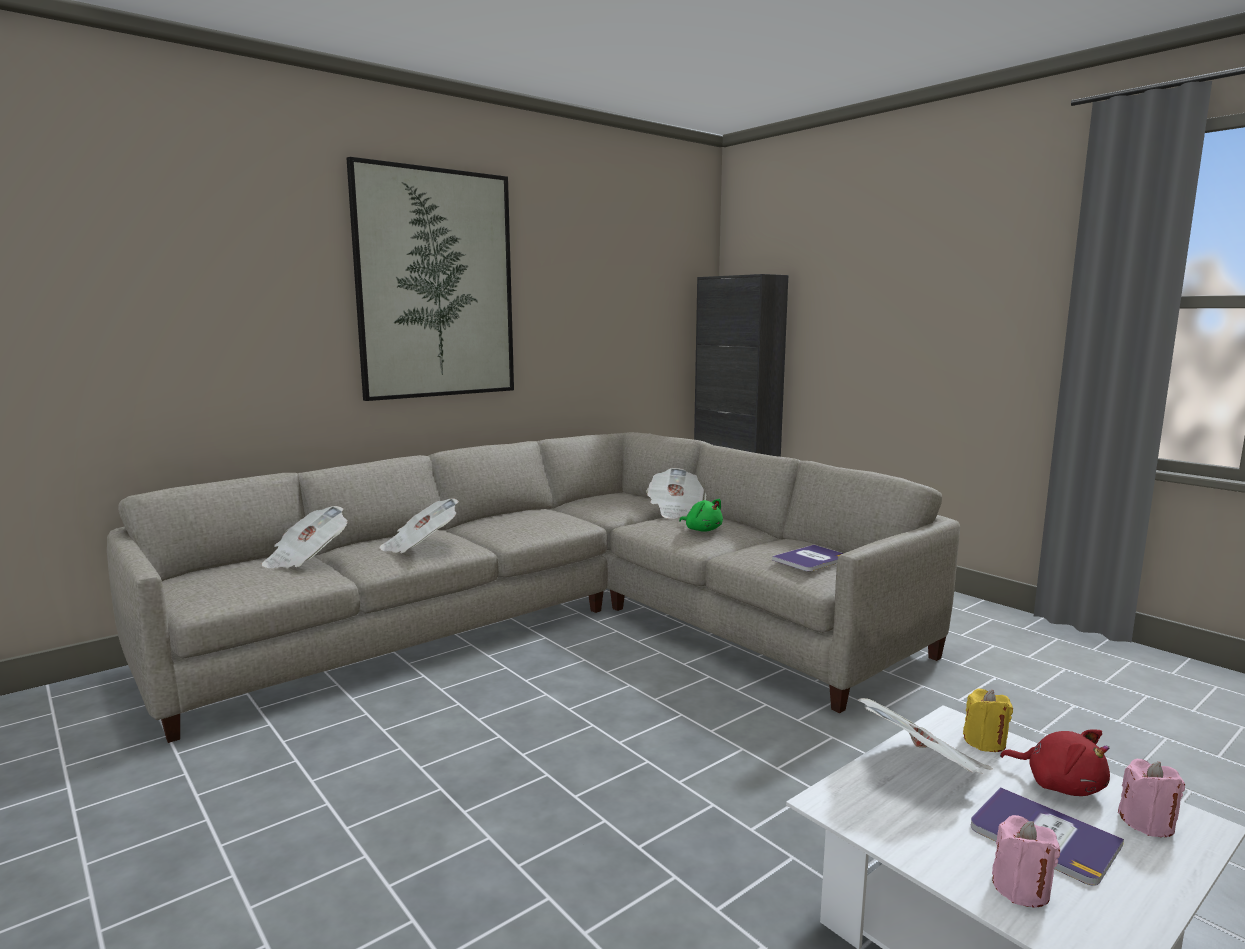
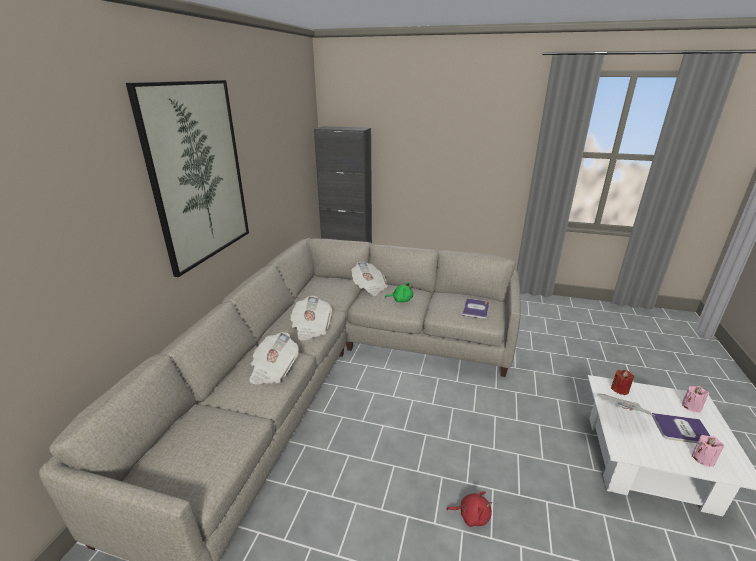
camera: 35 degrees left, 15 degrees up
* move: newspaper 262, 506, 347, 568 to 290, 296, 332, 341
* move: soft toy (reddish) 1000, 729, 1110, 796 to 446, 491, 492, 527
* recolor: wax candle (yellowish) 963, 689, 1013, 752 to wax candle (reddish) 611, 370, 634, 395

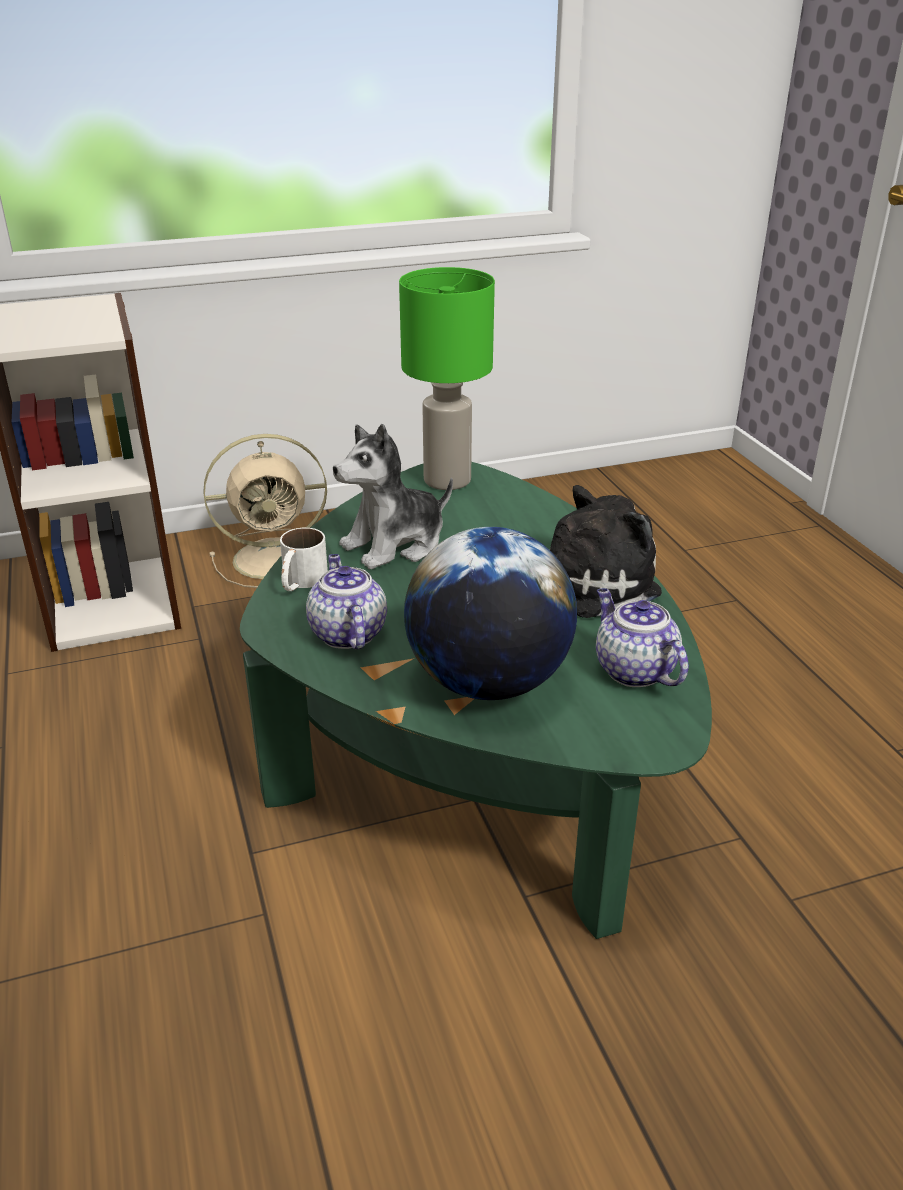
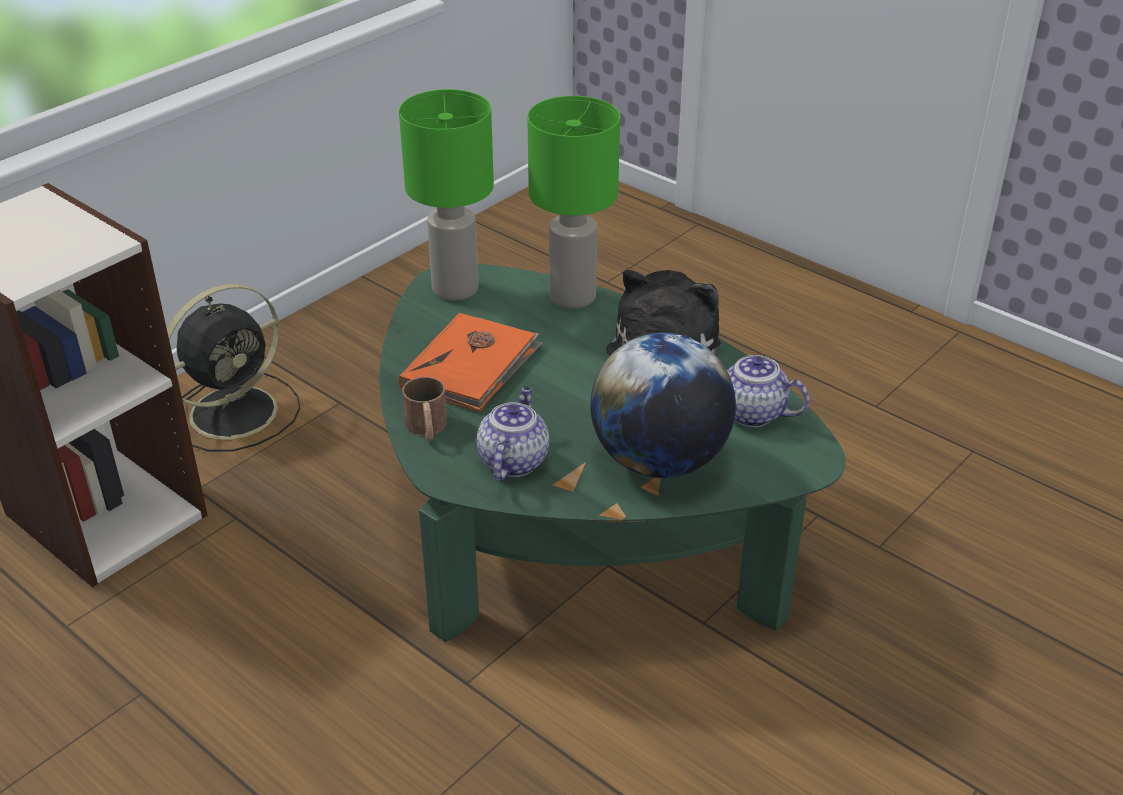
camera: 30 degrees left, 5 degrees up
* recolor: cooling fan (beige) 203, 434, 327, 588 to cooling fan (black-coloured) 167, 284, 300, 452
* replace: soft toy 333, 424, 453, 569 to volume (orangey) 399, 313, 543, 412
* recolor: coffee mug (white) 280, 528, 328, 591 to coffee mug (brown) 402, 377, 447, 441
* rotate: pot for tea 306, 554, 387, 649 = 477, 386, 549, 481 60 degrees clockwise
* insert: lamp for a table (green) 527, 96, 620, 308

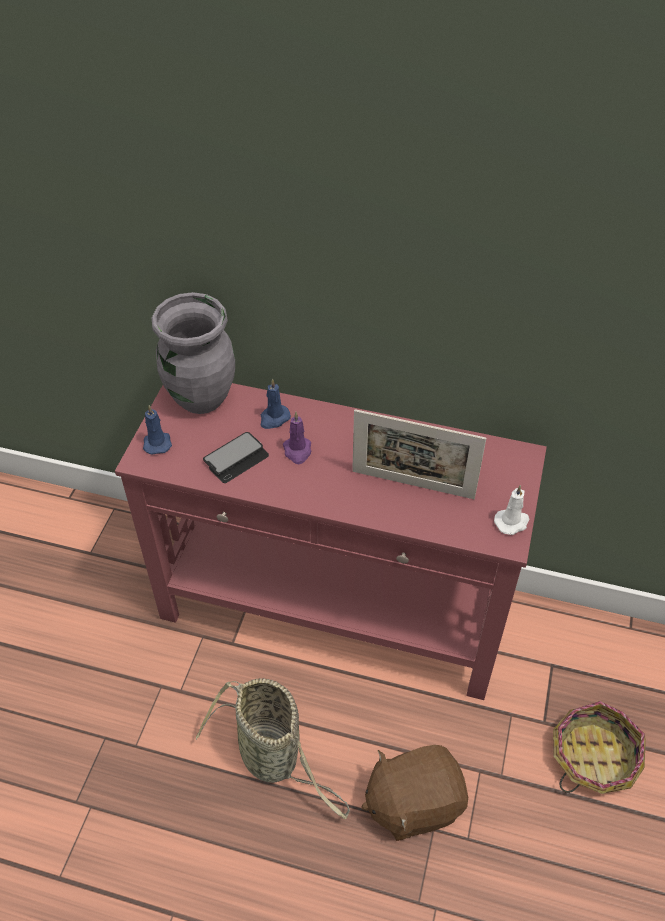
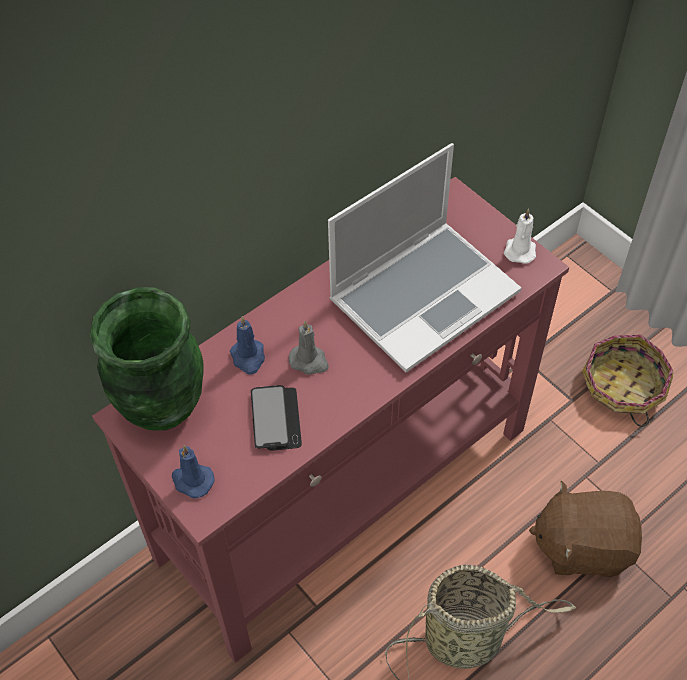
camera: 55 degrees left, 5 degrees up
* recolor: flower vase (gray) 152, 292, 235, 414 to flower vase (green) 89, 287, 204, 431
* recolor: wax candle (purple-coloured) 283, 412, 311, 464 to wax candle (gray) 289, 321, 329, 374
* replace: standing frame 352, 409, 486, 499 to portable computer 328, 143, 521, 372
* rotate: soft toy (brown) 361, 745, 468, 841 = 529, 481, 642, 577 75 degrees clockwise

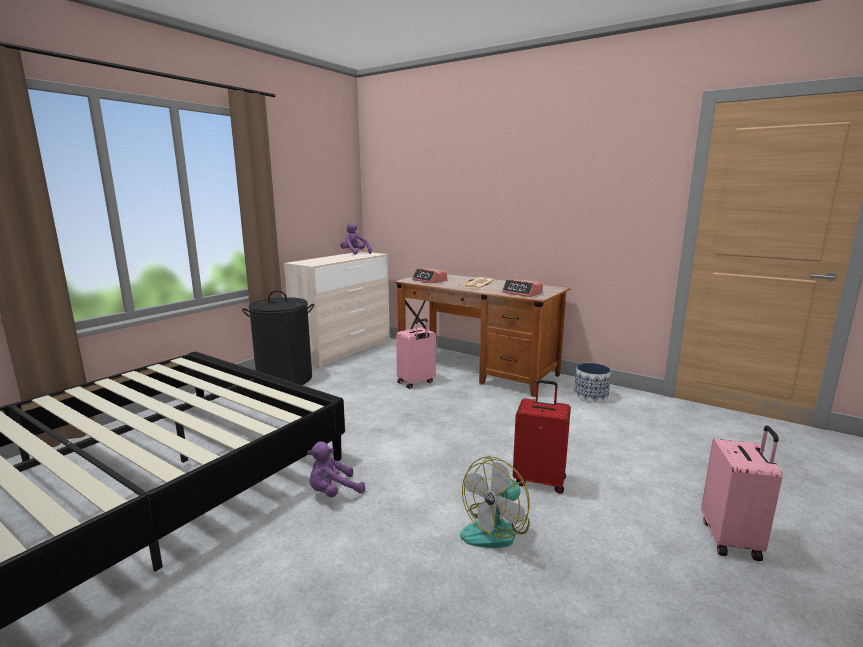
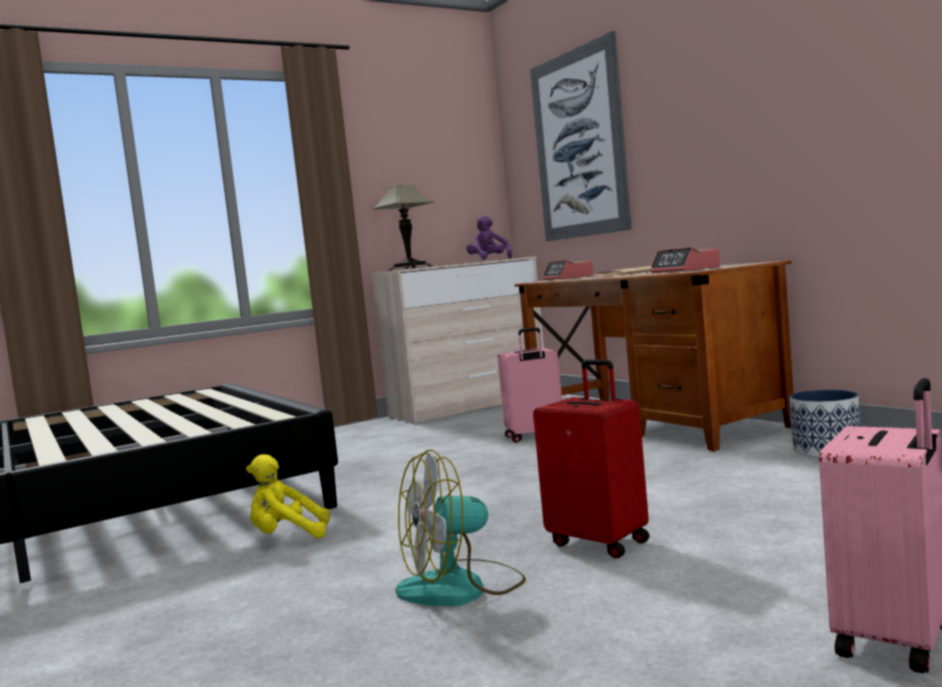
camera: 25 degrees right, 10 degrees down
* recolor: soft toy (purple-coloured) 307, 442, 365, 497 to soft toy (yellowish) 246, 454, 330, 538
* insert: lamp for a table 373, 185, 434, 271
* insert: picture 530, 31, 632, 241
* delete: hamper (black-coloured) 242, 290, 315, 385

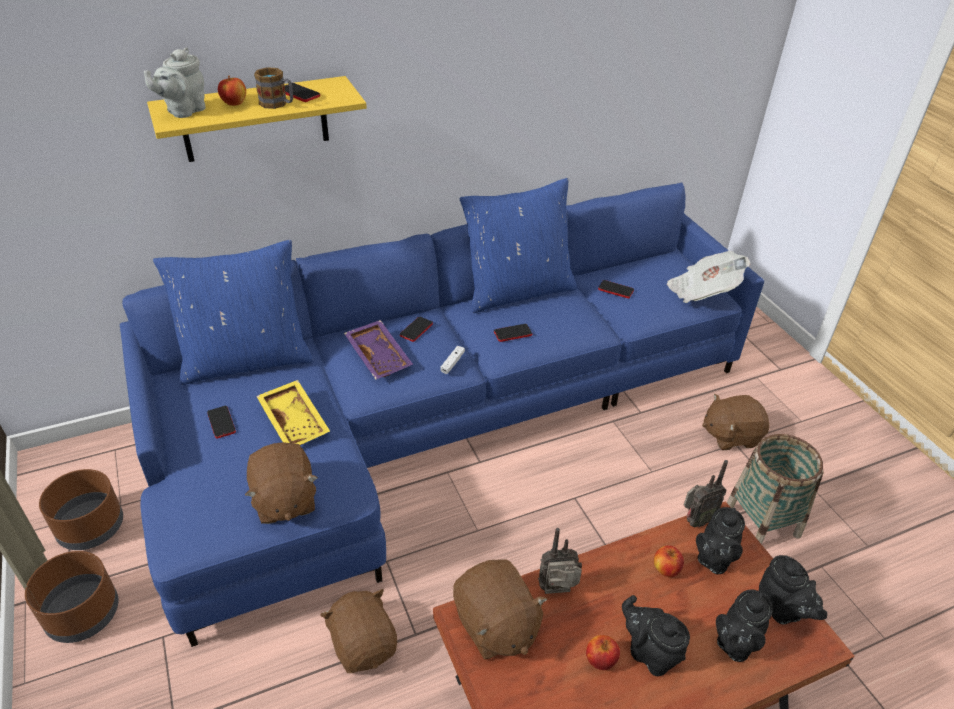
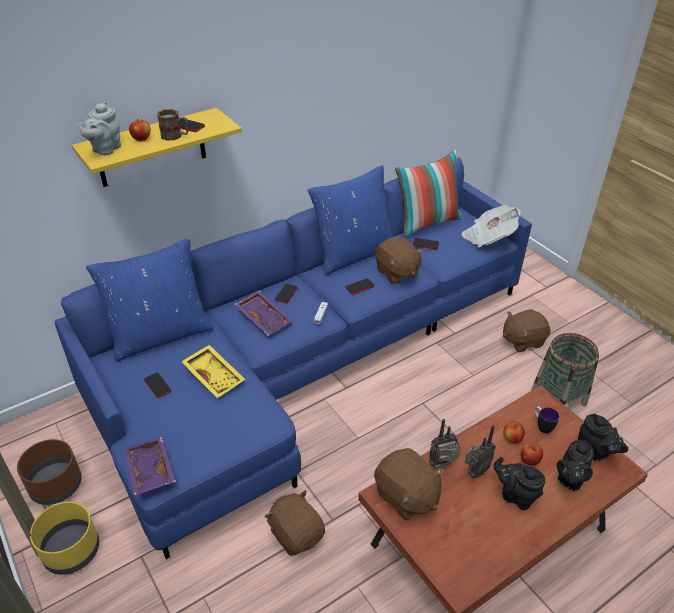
camera: 10 degrees left, 0 degrees up
* recolor: flower pot (brown) 25, 551, 119, 643 to flower pot (yellowish) 30, 502, 99, 575
* insert: serving tray (purple-coloured) 123, 437, 176, 495
* move: soft toy (brown) 245, 442, 318, 524 to 375, 237, 424, 284
* insert: pillow 395, 150, 463, 237
* move: radio receiver 684, 460, 728, 527 to 465, 425, 496, 478
* move: apple fruit 586, 635, 620, 670 to 521, 443, 543, 466
* replace: pot for tea (black-coloured) 696, 507, 745, 574 to coffee mug 535, 406, 559, 434

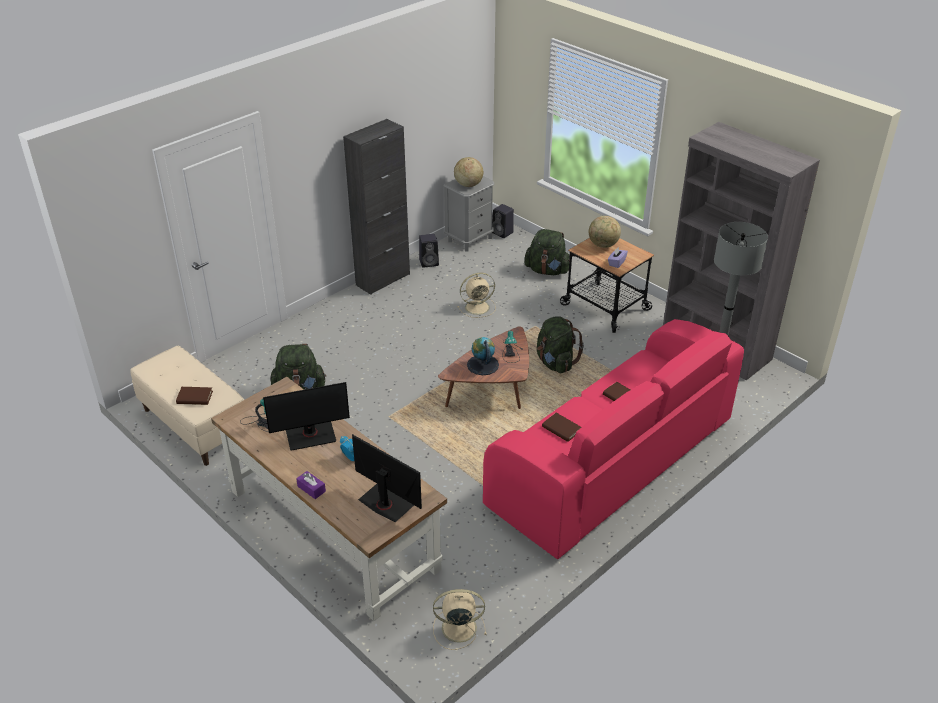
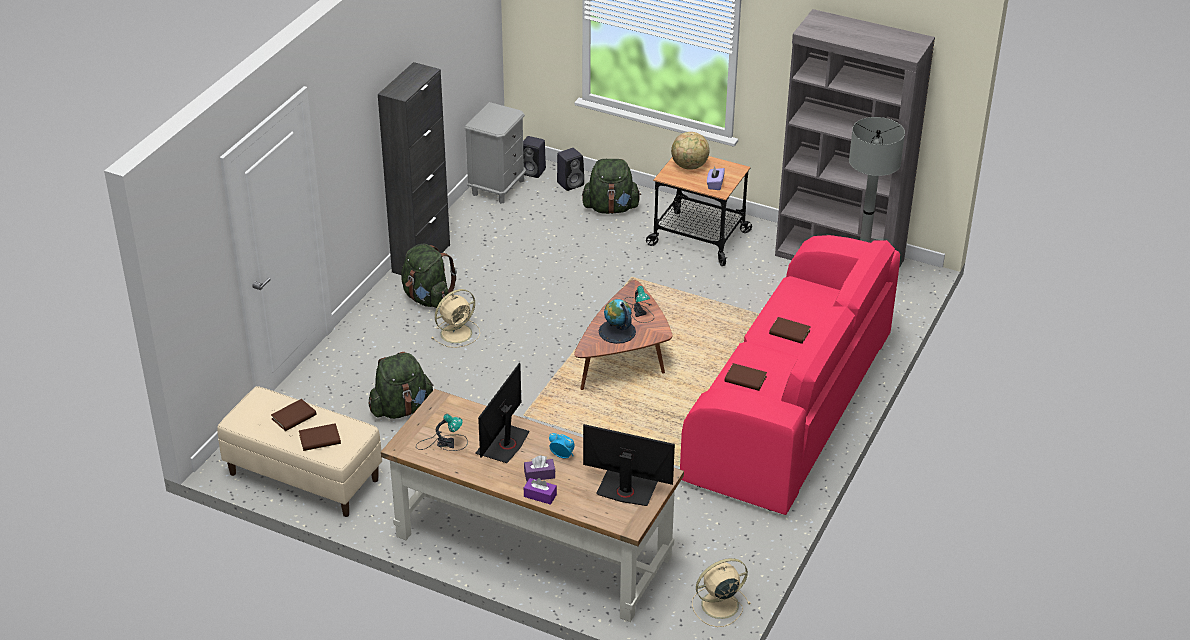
camera: 20 degrees left, 0 degrees up
* insert: volume (brown) 271, 399, 316, 431
* move: backpack (green) 537, 316, 584, 374 to 401, 244, 457, 308
* move: cooling fan (beige) 457, 273, 496, 318 to 431, 289, 480, 348
* rotate: monitor 263, 382, 350, 451 = 476, 363, 530, 463 150 degrees clockwise
* insert: tissue box (purple-coloured) 524, 455, 555, 482
* move: loudspeaker (black-coloured) 419, 234, 439, 268 to 557, 148, 584, 191
* delete: globe 454, 157, 483, 187

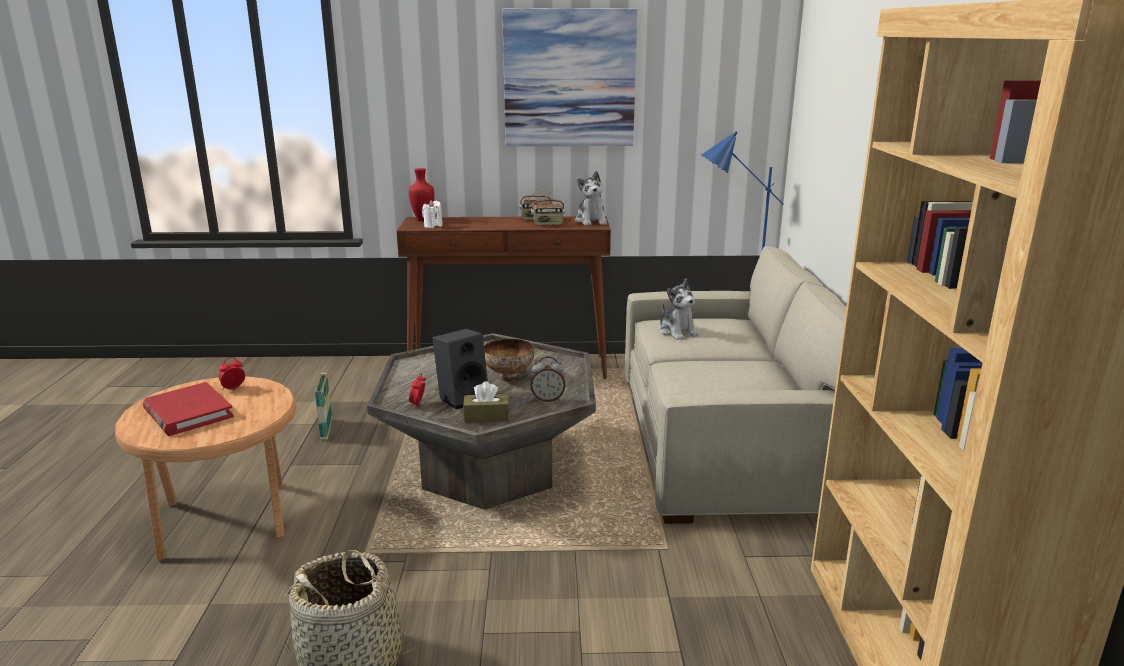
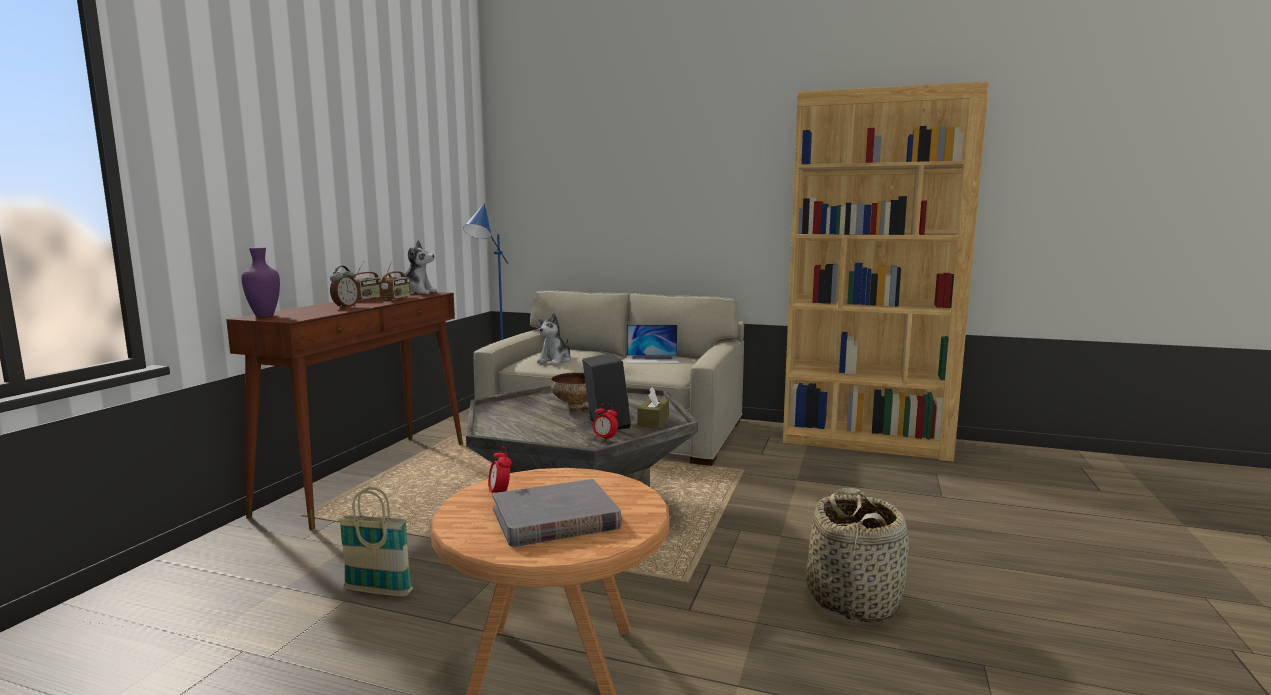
camera: 70 degrees left, 10 degrees down
* recolor: flower vase (reddish) 409, 168, 434, 221 to flower vase (purple-coloured) 241, 247, 280, 317
* move: table clock 531, 356, 565, 402 to 330, 266, 360, 308
* recolor: volume (reddish) 143, 382, 234, 436 to volume (gray) 493, 479, 622, 547
* rotate: soft toy 659, 278, 699, 340 = 537, 313, 571, 365 120 degrees clockwise
* insert: portable computer 626, 325, 679, 363
* delete: wax candle (white) 422, 200, 443, 228
* delete: picture 502, 8, 638, 146

